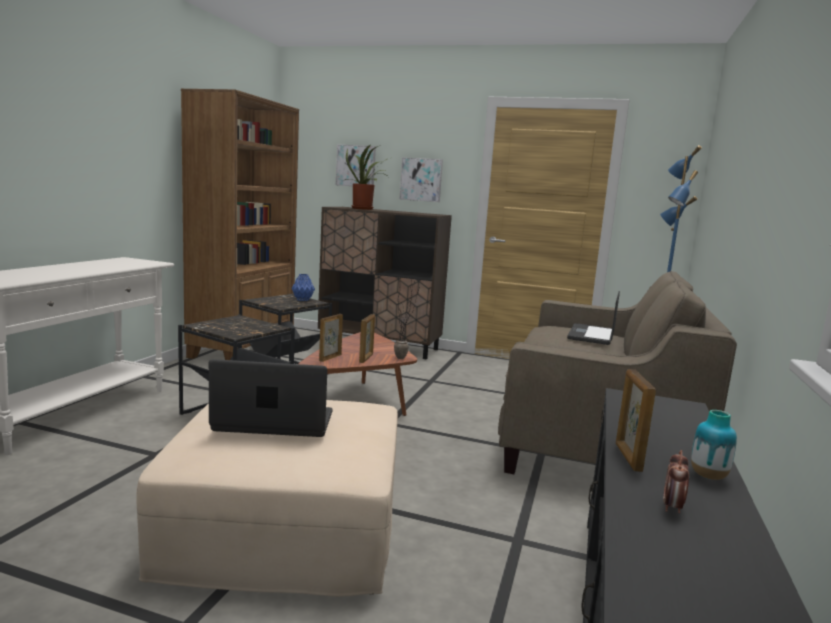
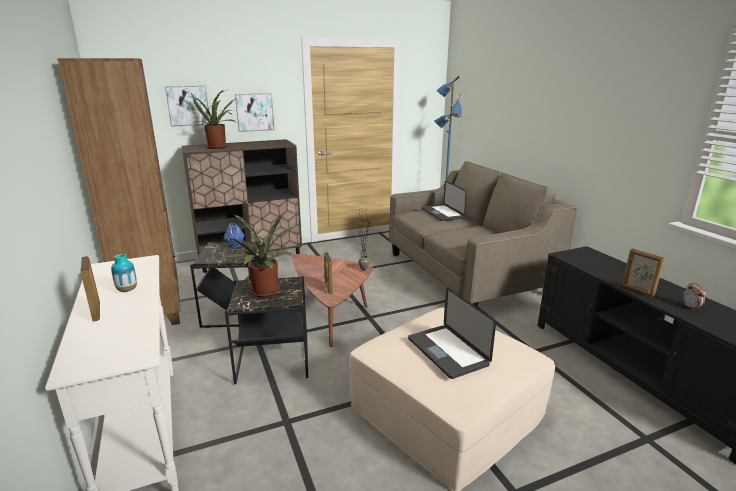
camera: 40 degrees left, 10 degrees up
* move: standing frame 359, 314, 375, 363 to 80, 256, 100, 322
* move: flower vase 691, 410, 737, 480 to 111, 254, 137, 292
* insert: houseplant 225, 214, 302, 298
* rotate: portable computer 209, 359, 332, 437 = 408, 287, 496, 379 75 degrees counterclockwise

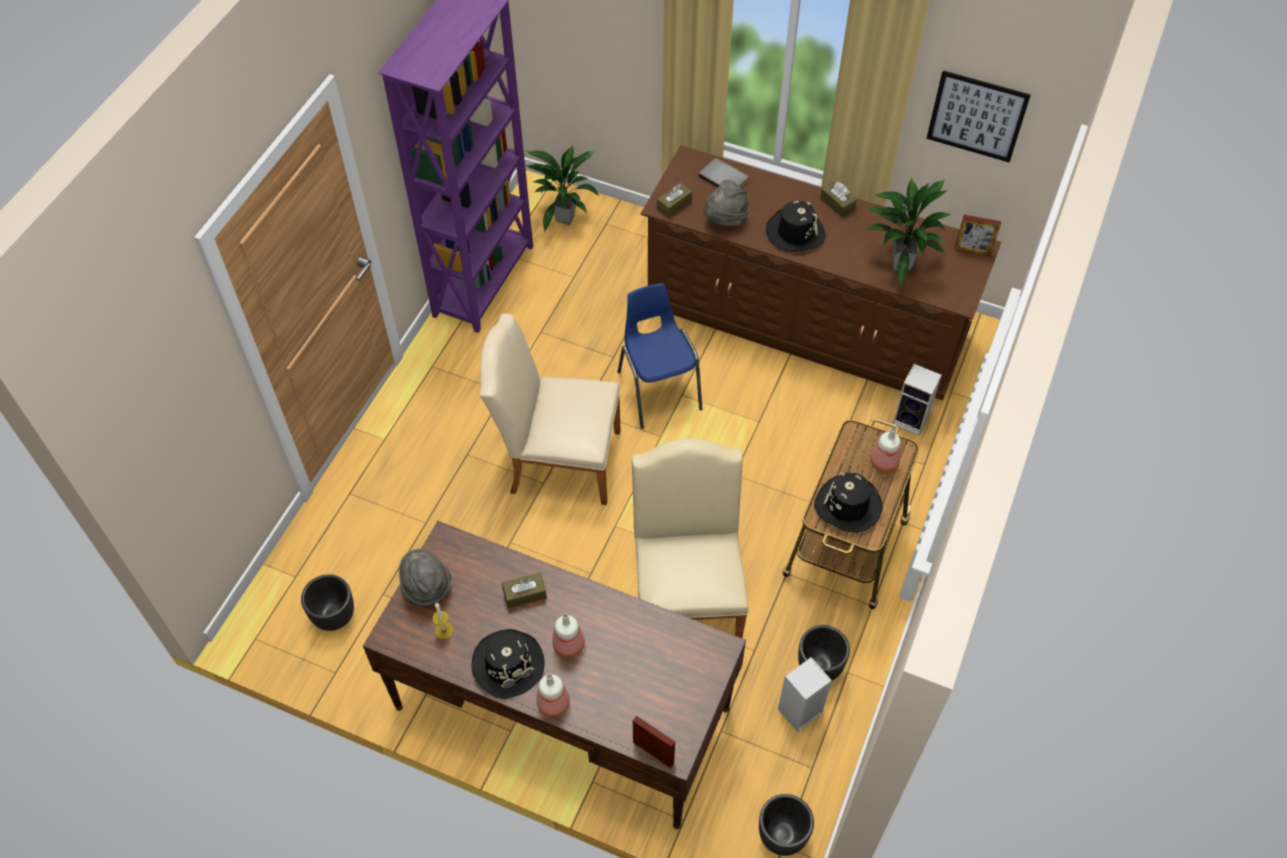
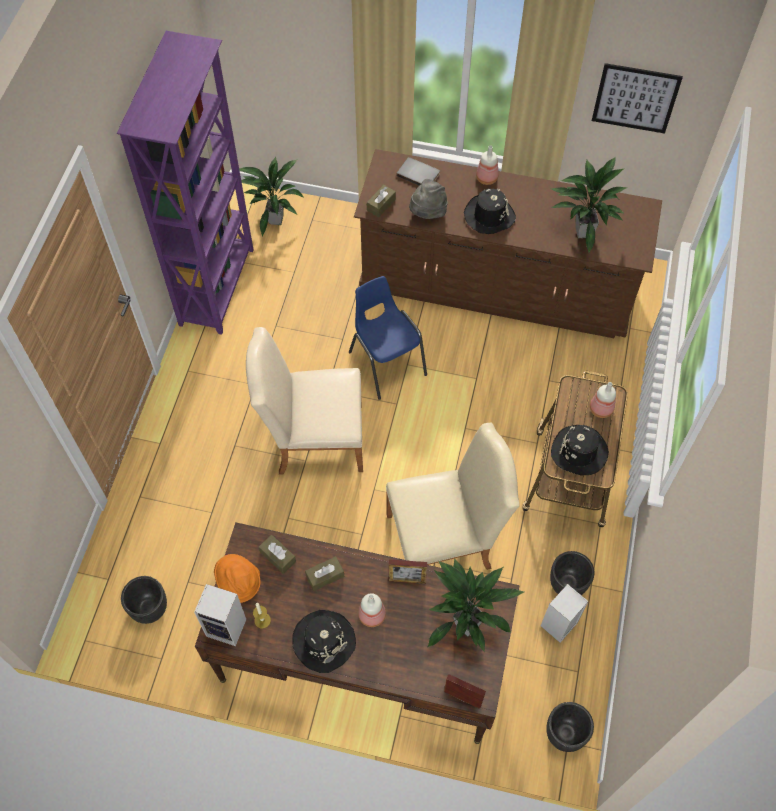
camera: 10 degrees left, 5 degrees up
* move: loudspeaker 893, 364, 942, 435 to 194, 584, 247, 646
* recolor: wearable hat (gray) 399, 549, 451, 607 to wearable hat (orangey) 214, 554, 260, 603
* move: tissue box (brown) 820, 181, 856, 217 to 259, 535, 296, 574
* rotate: upright chair (beige) 632, 438, 748, 638 = 386, 423, 520, 570 90 degrees clockwise
* move: standing frame 954, 215, 1001, 257 to 389, 559, 427, 584
* insert: houseplant 428, 558, 524, 652
* move: drink bottle 537, 673, 570, 717 to 476, 145, 499, 185

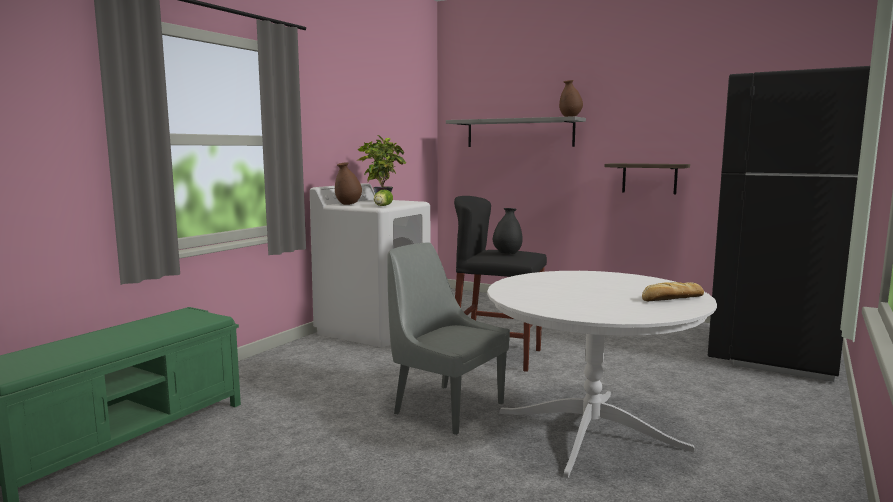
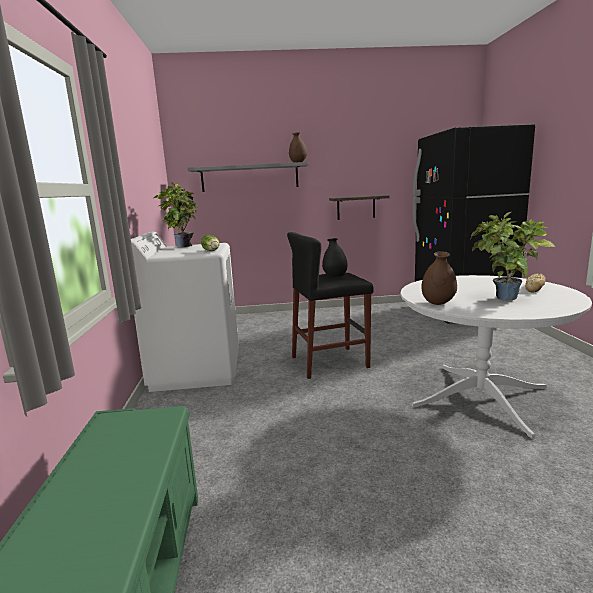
camera: 35 degrees left, 5 degrees up
* move: flower vase (brown) 335, 162, 362, 205 to 421, 251, 457, 305
* insert: houseplant 470, 212, 555, 300
* delete: upright chair (gray) 387, 242, 510, 435

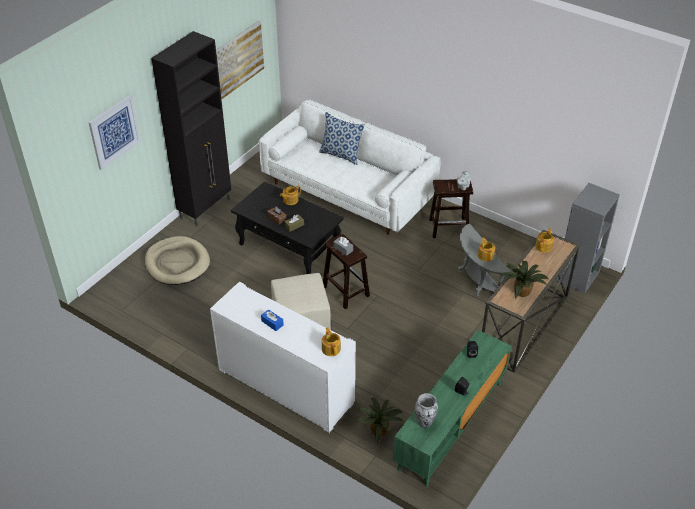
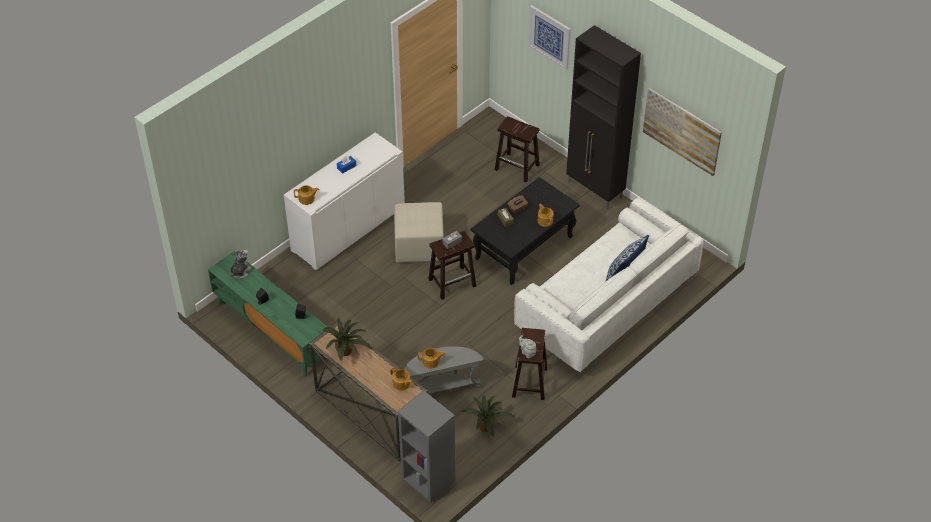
camera: 100 degrees right, 5 degrees up
* replace: flower vase 415, 393, 438, 428 to soft toy 230, 250, 252, 279
* move: houseplant 354, 398, 404, 444 to 461, 395, 515, 437
* replace: pet bed (beige) 145, 236, 210, 285 to stool seat (brown) 495, 116, 540, 182

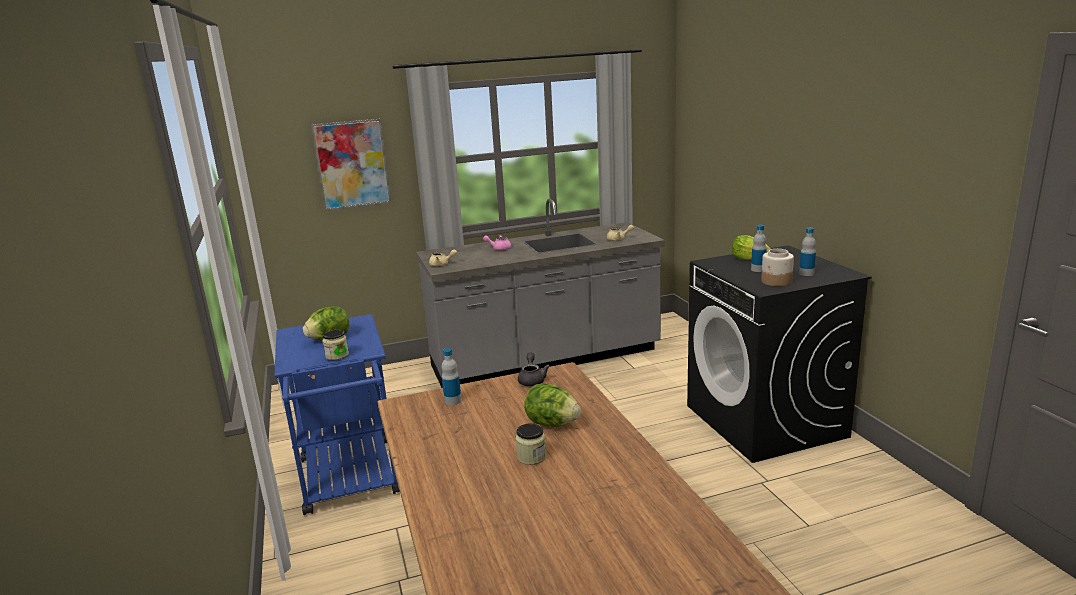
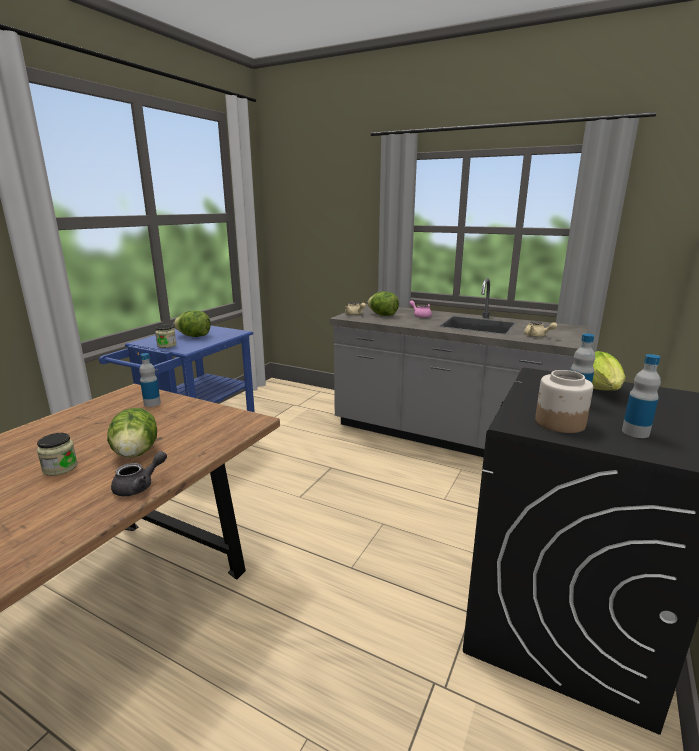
camera: 45 degrees right, 0 degrees up
* move: pot for tea (gray) 518, 353, 550, 386 to 111, 451, 167, 496
* insert: head of lettuce 367, 292, 399, 316
* delete: picture 311, 118, 391, 211

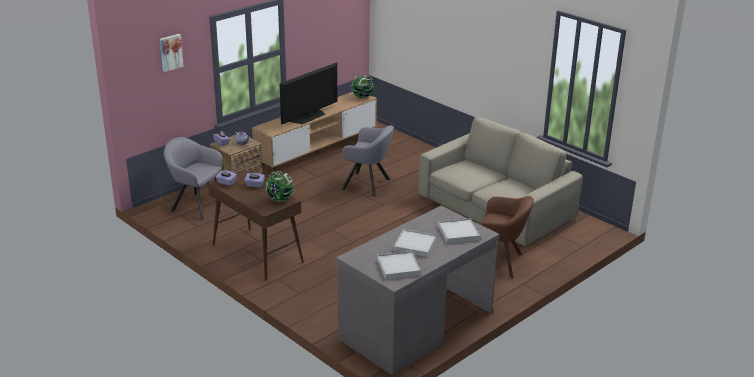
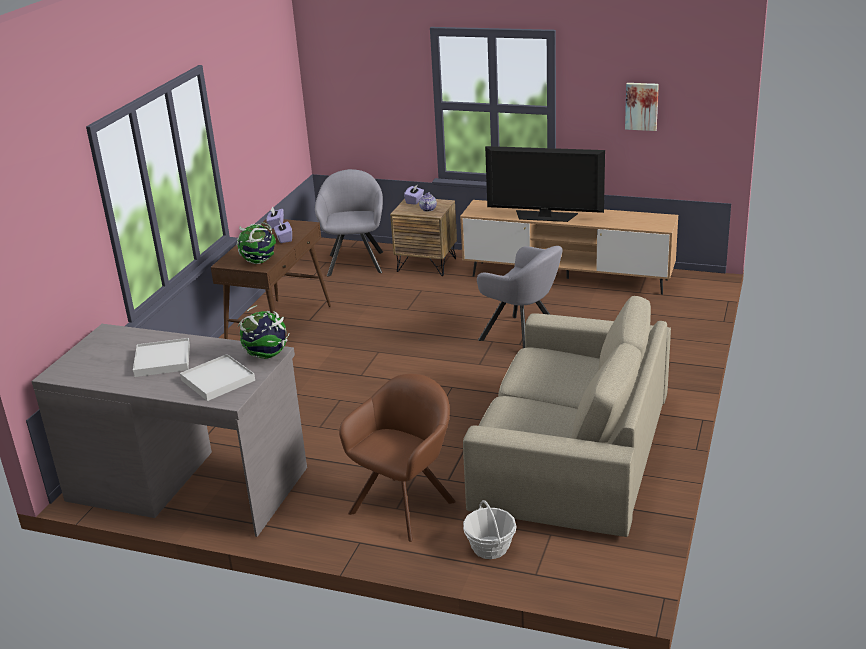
camera: 65 degrees right, 0 degrees up
* move: globe 352, 75, 374, 99 to 238, 305, 289, 359
* rotate: lounge chair (brown) 478, 196, 534, 278 = 339, 374, 456, 542 135 degrees counterclockwise
* insert: storage basket 463, 500, 517, 559
* rotate: lounge chair (gray) 341, 125, 394, 197 = 477, 246, 563, 348 45 degrees counterclockwise
* move: picture 160, 34, 184, 72 to 625, 83, 659, 131
* delete: serving tray (white) 377, 251, 421, 279

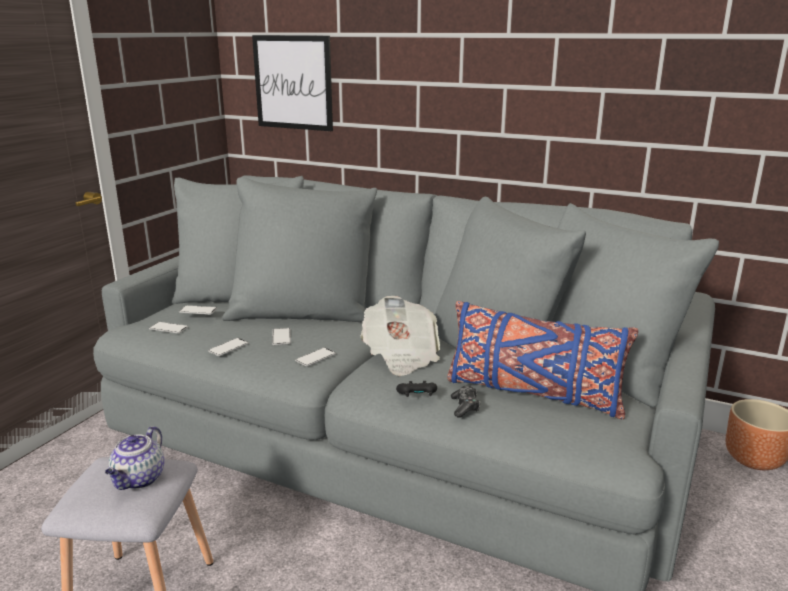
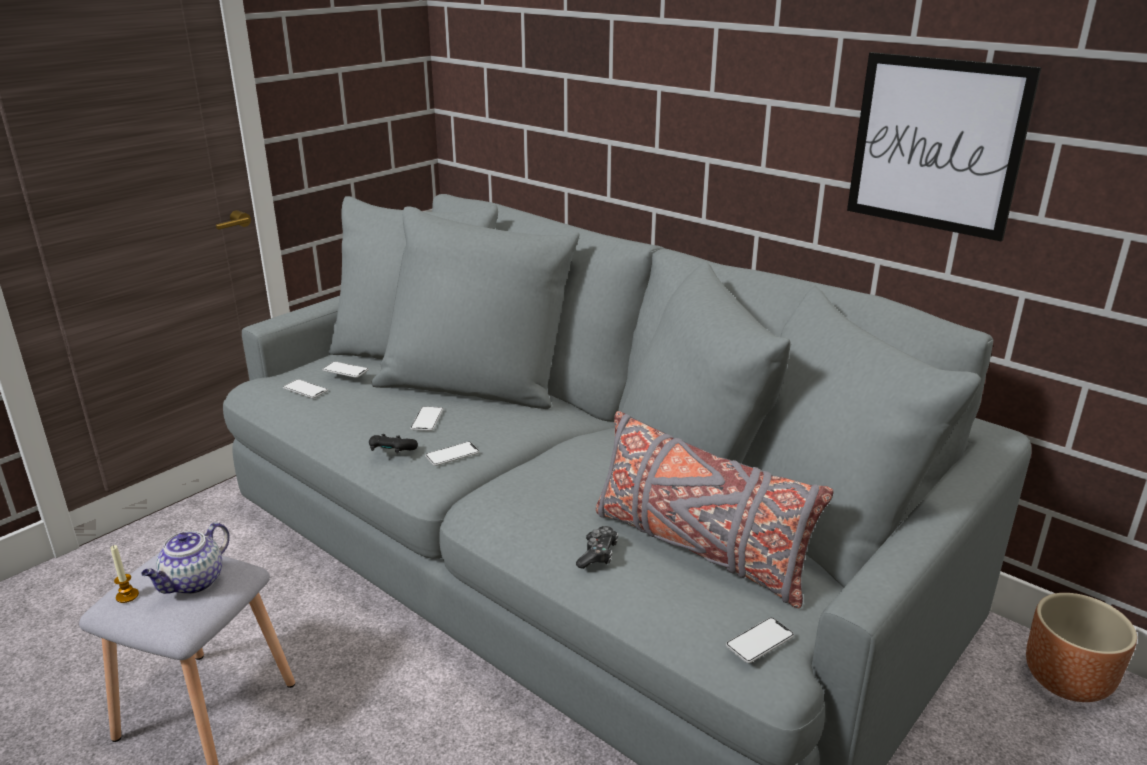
camera: 15 degrees right, 5 degrees up
* insert: wax candle 111, 545, 139, 603
* move: game controller (black-coloured) 396, 381, 437, 397 to 369, 434, 418, 454
* recolor: pillow (bluish) 447, 301, 638, 419 to pillow (gray) 596, 411, 834, 608
* move: telephone 208, 338, 249, 356 to 726, 617, 794, 663
* move: picture 252, 35, 333, 131 to 847, 52, 1042, 241
* delete: newspaper 360, 296, 440, 376

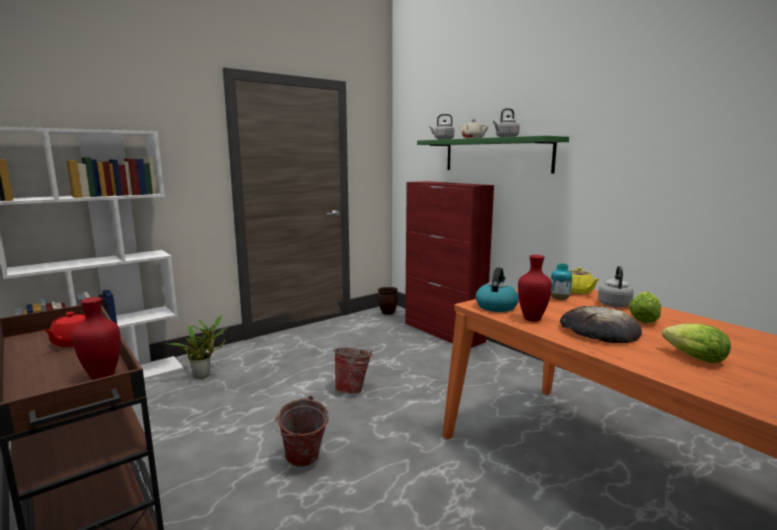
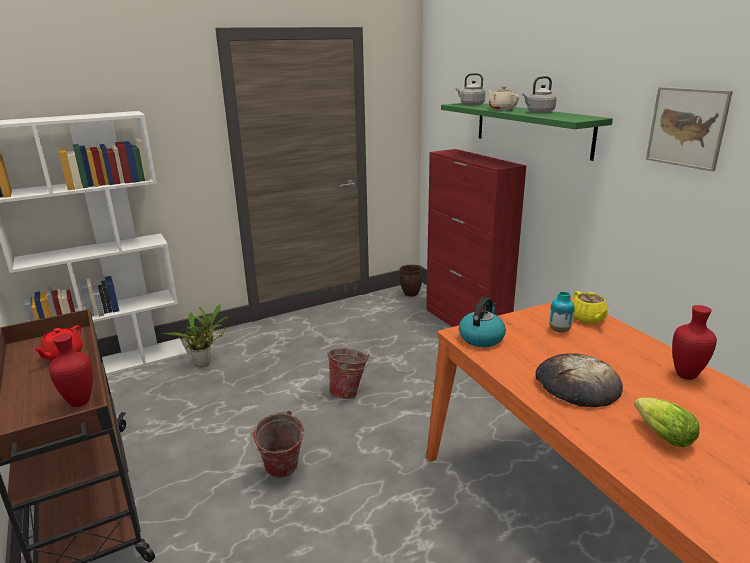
camera: 10 degrees right, 10 degrees up
* insert: picture 646, 87, 733, 172
* move: flower vase (reddish) 518, 255, 552, 322 to 672, 305, 717, 380
* delete: kettle (gray) 598, 266, 634, 307
* delete: head of lettuce 629, 292, 661, 323

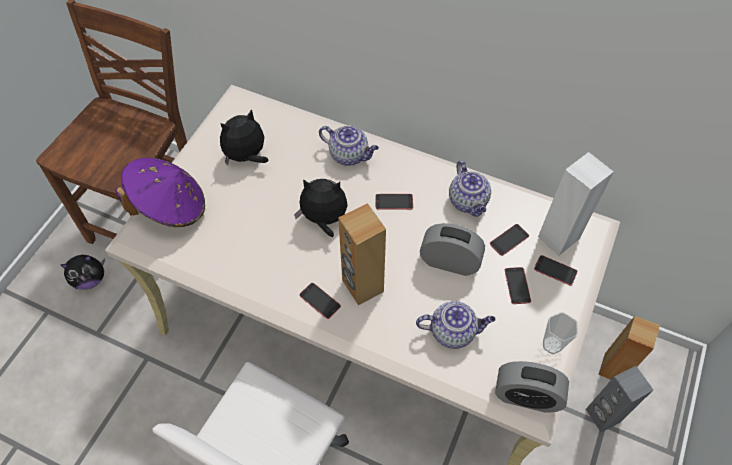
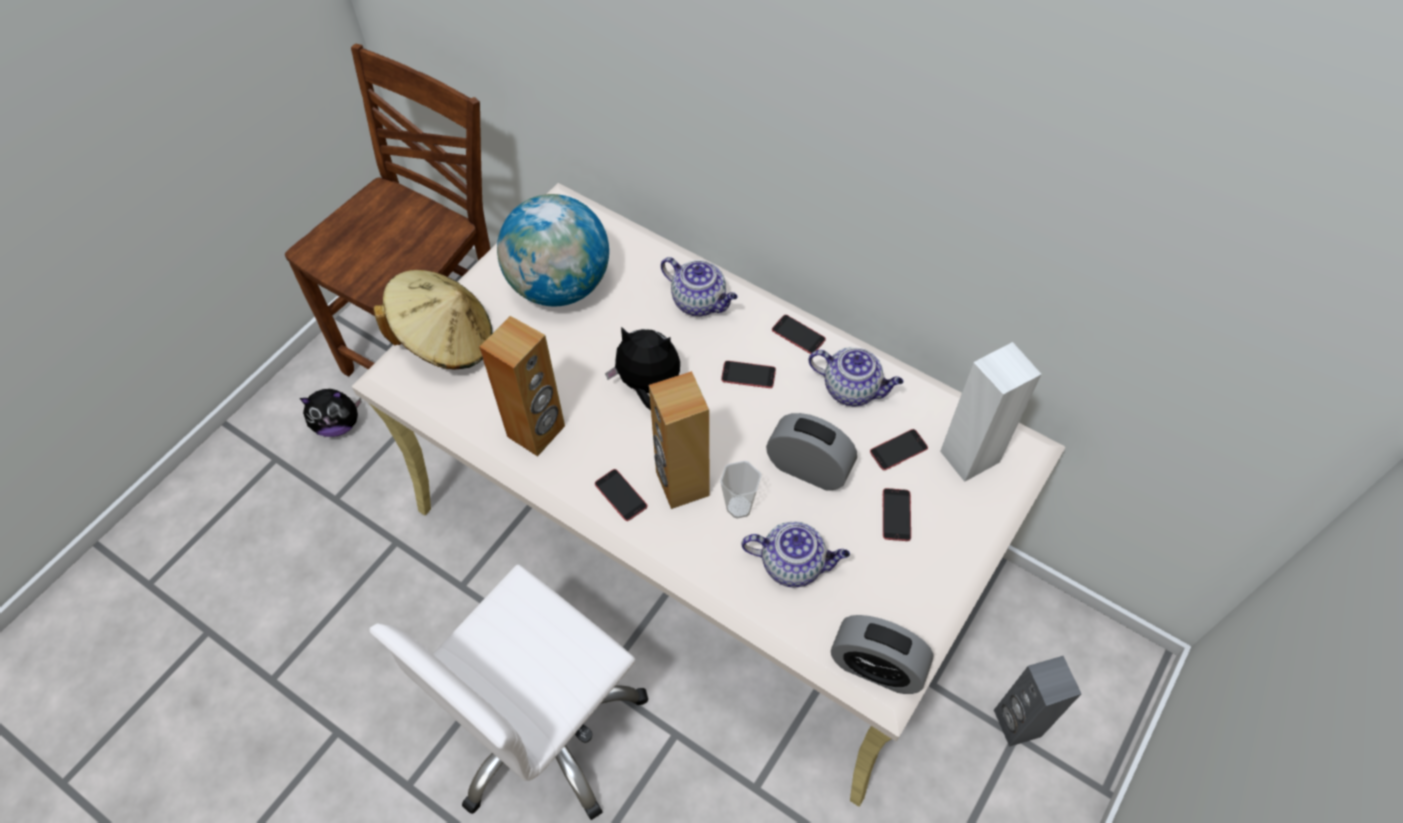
camera: 10 degrees right, 0 degrees up
* recolor: wearable hat (purple-coloured) 115, 158, 205, 227 to wearable hat (beige) 373, 270, 492, 369
* move: loudspeaker (brown) 598, 316, 660, 380 to 479, 316, 565, 456
* replace: soft toy 220, 109, 268, 166 to globe 497, 194, 609, 306
* move: cup 543, 312, 578, 354 to 720, 461, 761, 519
* move: telephone 534, 255, 577, 285 to 772, 315, 826, 354
* rotate: pot for tea 449, 160, 491, 217 = 809, 348, 903, 406 60 degrees counterclockwise

